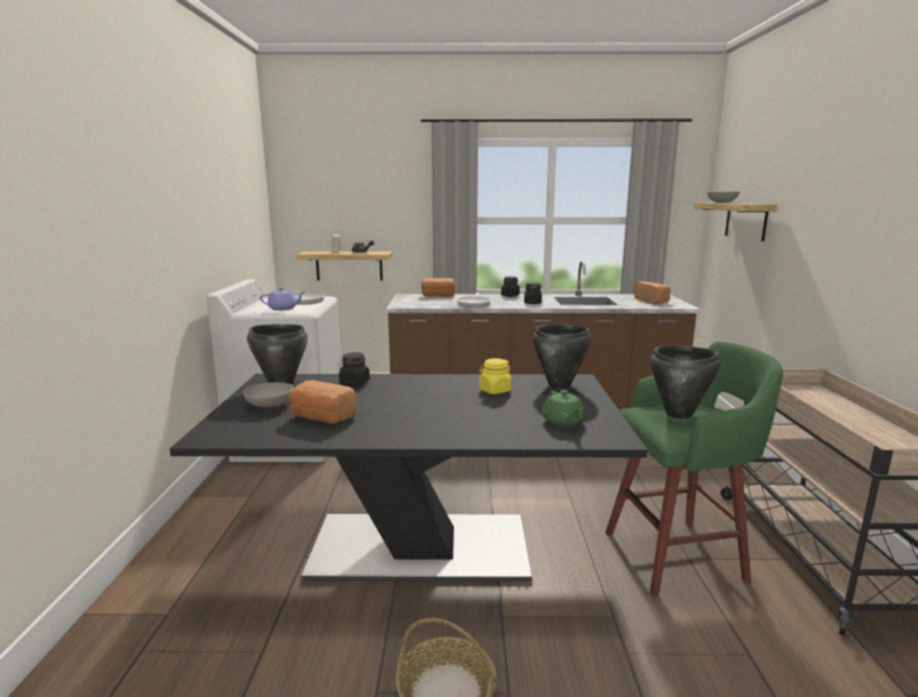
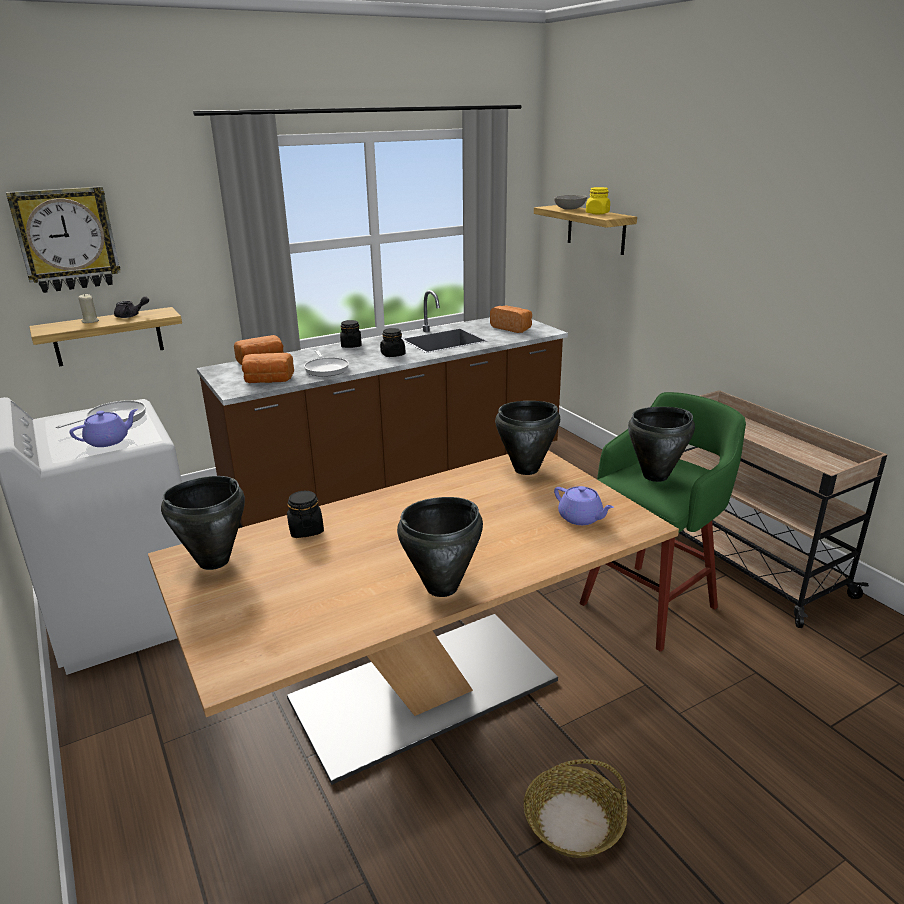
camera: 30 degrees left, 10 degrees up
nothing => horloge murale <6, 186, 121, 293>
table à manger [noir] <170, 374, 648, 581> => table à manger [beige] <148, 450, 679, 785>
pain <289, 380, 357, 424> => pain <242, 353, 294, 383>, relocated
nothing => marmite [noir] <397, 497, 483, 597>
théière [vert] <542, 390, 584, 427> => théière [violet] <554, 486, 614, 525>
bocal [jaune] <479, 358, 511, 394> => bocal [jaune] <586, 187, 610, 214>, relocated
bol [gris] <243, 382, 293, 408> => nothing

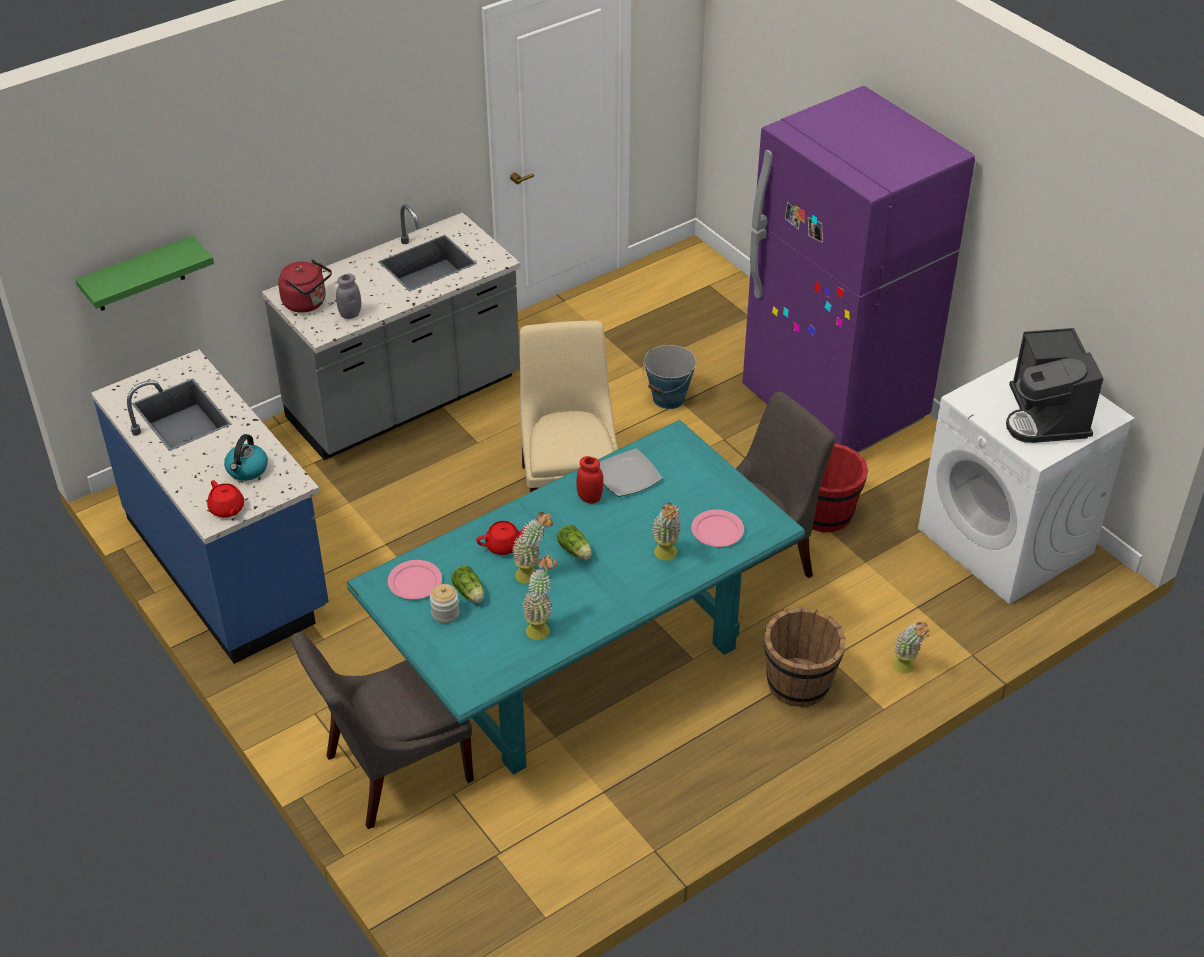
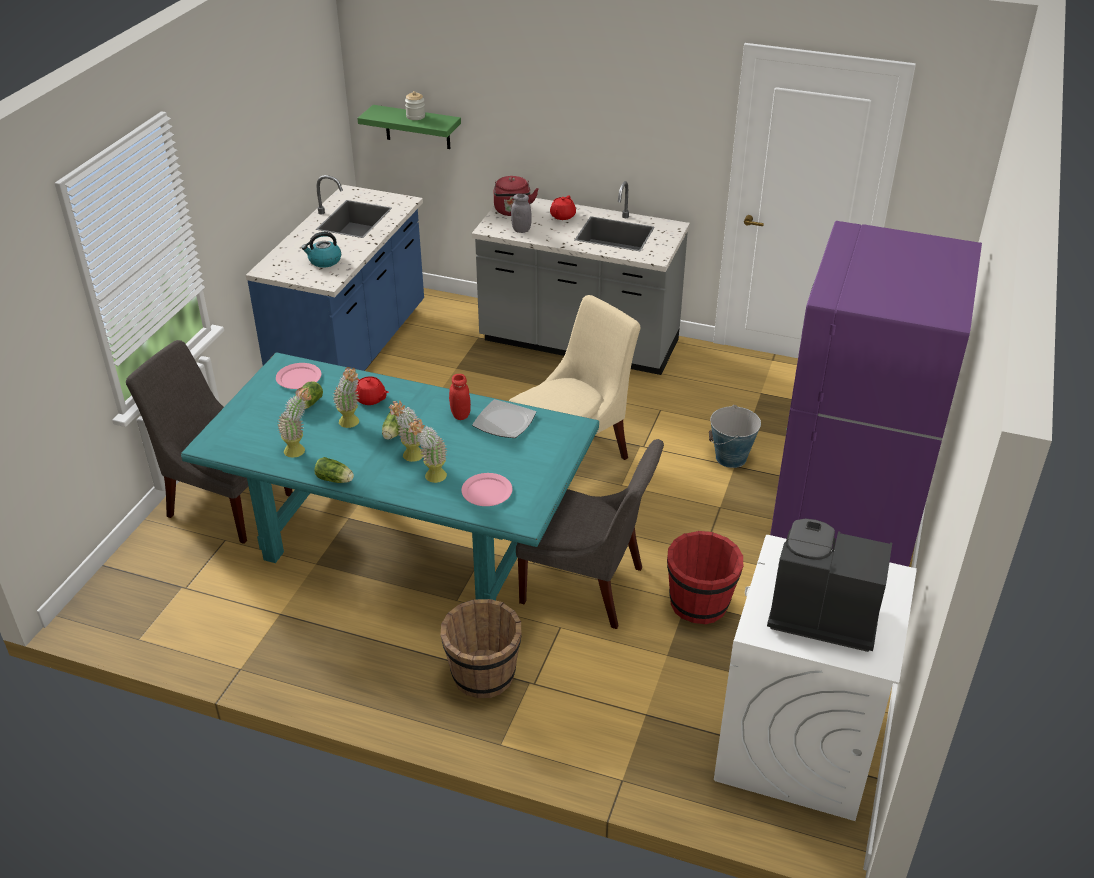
camera: 55 degrees right, 5 degrees down
nothing => laitue <314, 457, 354, 483>
plante en pot <893, 622, 930, 674> => plante en pot <388, 400, 424, 462>, relocated
bocal <430, 584, 460, 623> => bocal <405, 91, 425, 120>, relocated
théière [rouge] <207, 480, 244, 518> => théière [rouge] <550, 196, 576, 220>, relocated
machine à café <1006, 328, 1103, 443> => machine à café <767, 519, 892, 652>, 60 degrees clockwise

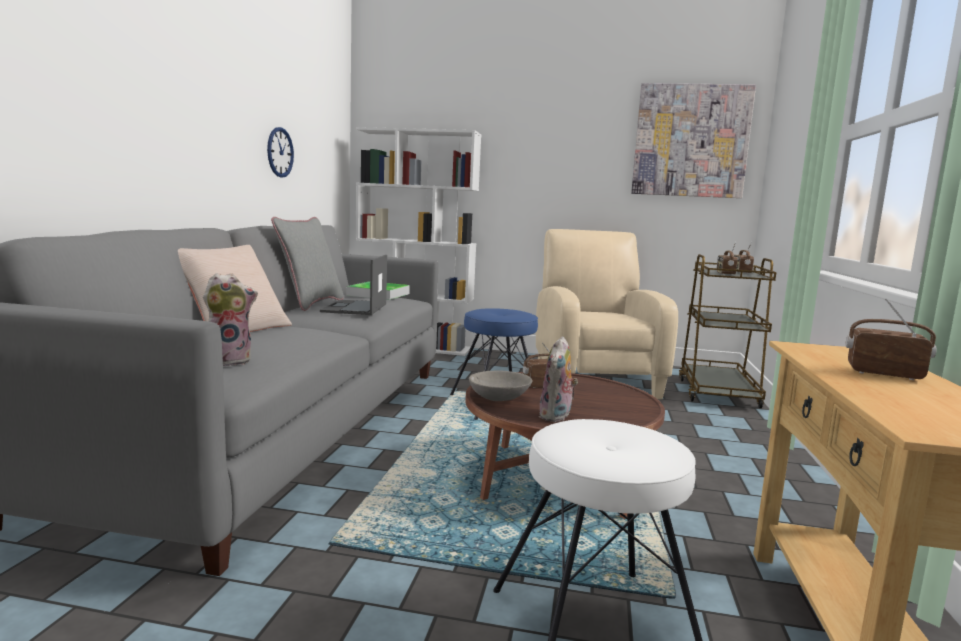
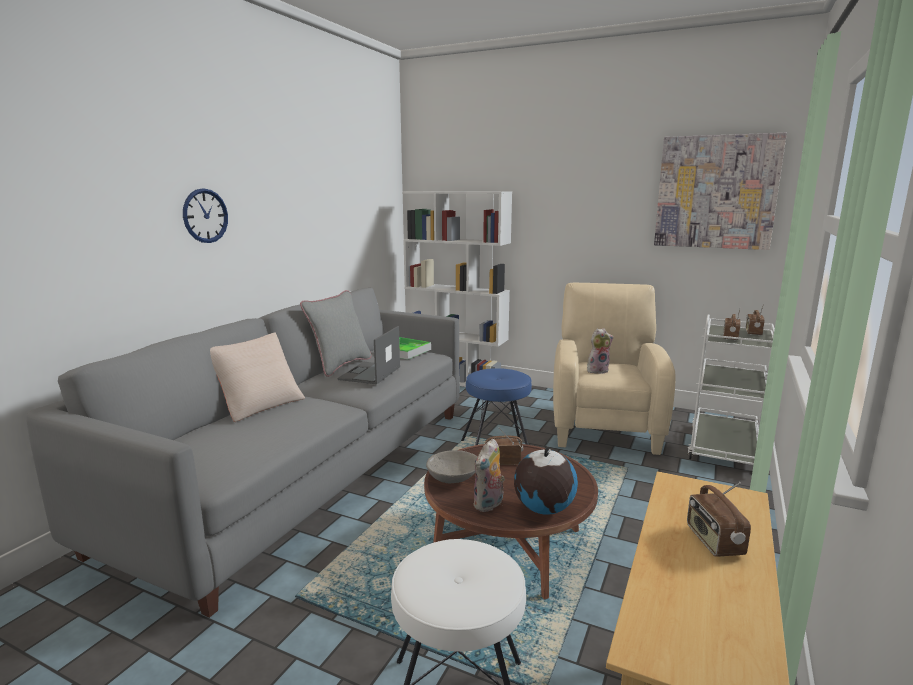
camera: 15 degrees right, 5 degrees up
horloge murale <267, 127, 294, 178> => horloge murale <183, 188, 228, 243>, relocated
nothing => globe <514, 446, 578, 515>
peluche <203, 273, 258, 366> => peluche <587, 328, 614, 374>, relocated
chariot [marron] <679, 254, 776, 408> => chariot [blanc] <687, 314, 776, 465>
radio <845, 298, 937, 380> => radio <687, 482, 751, 557>, 135 degrees counterclockwise

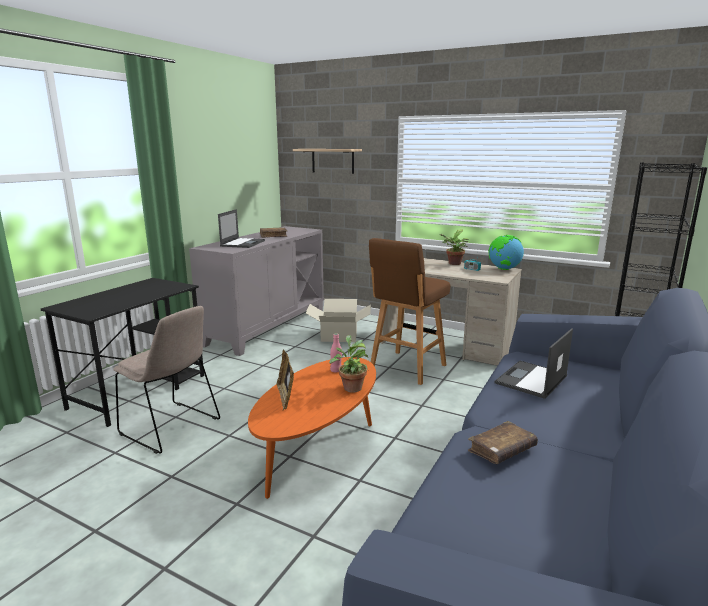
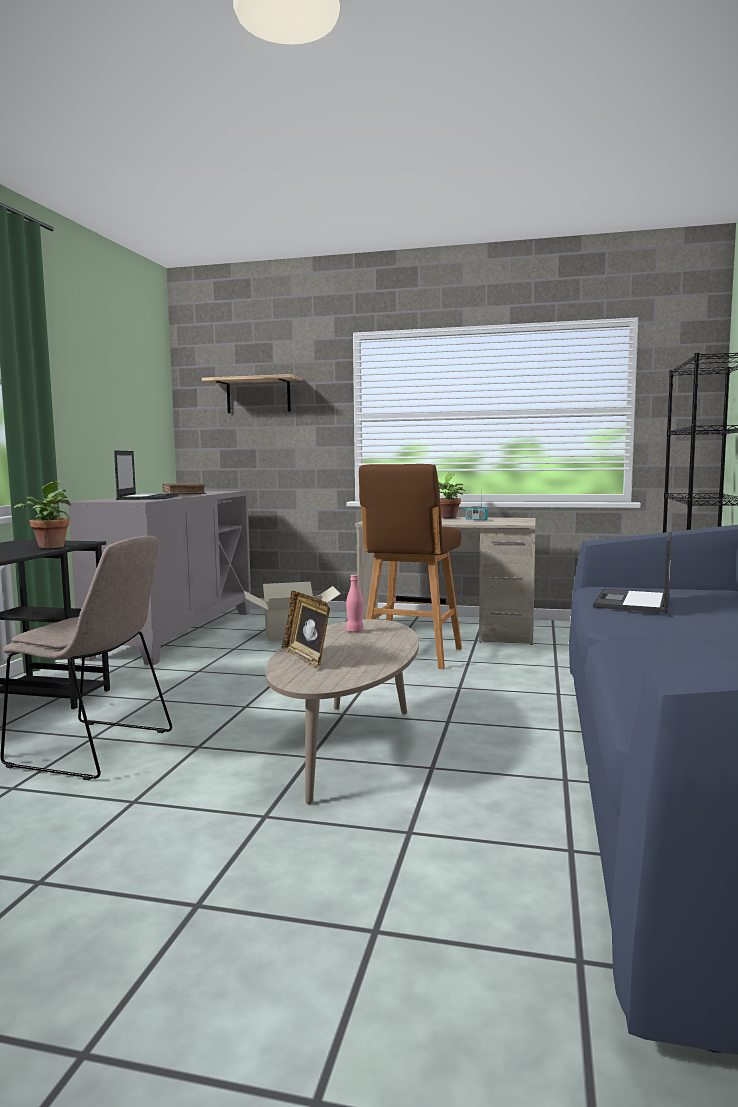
camera: 15 degrees left, 10 degrees down
plante en pot <329, 335, 368, 392> => plante en pot <14, 481, 71, 548>, relocated
table basse [orange] <248, 357, 376, 499> => table basse [beige] <265, 619, 419, 804>
livre [marron] <468, 421, 538, 464> => nothing
globe <489, 235, 524, 270> => nothing

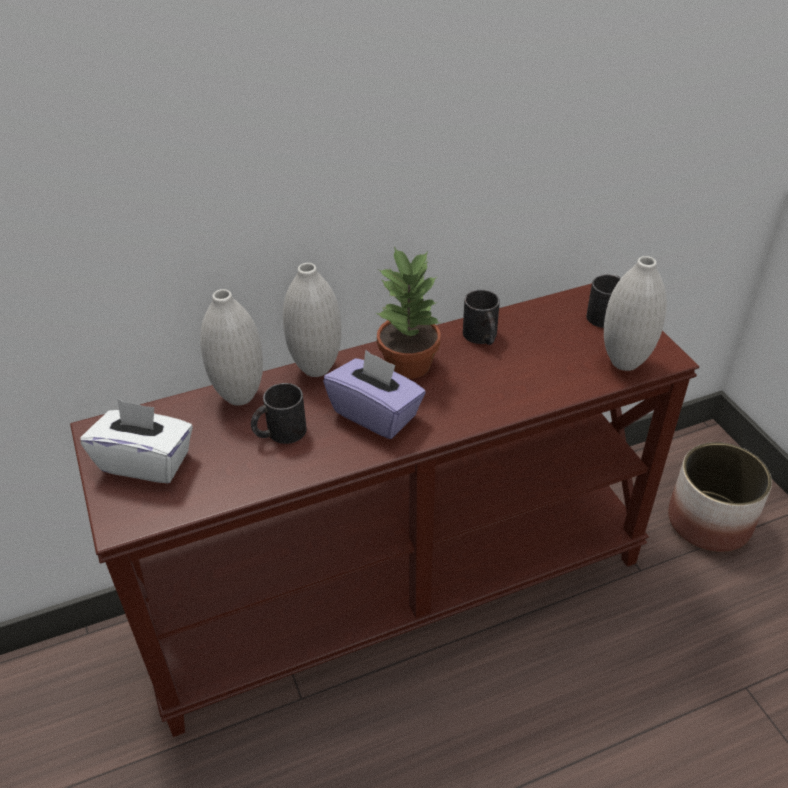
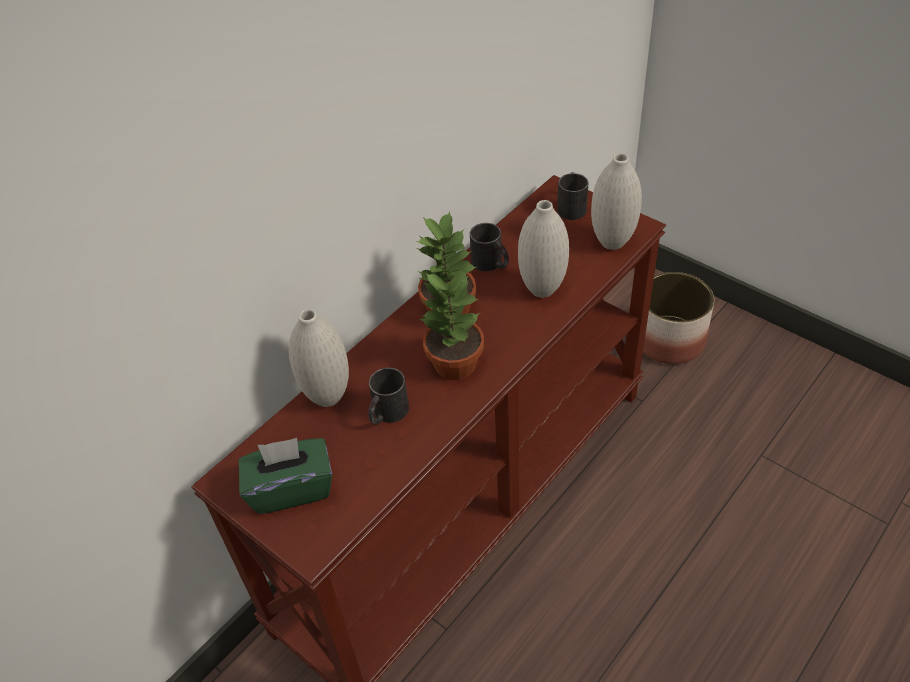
camera: 25 degrees left, 5 degrees up
boîte à mouchoirs [blanc] <80, 399, 193, 483> => boîte à mouchoirs [vert] <239, 438, 332, 514>
boîte à mouchoirs [violet] <323, 350, 426, 439> => plante en pot <420, 270, 484, 380>
vase [blanc] <283, 263, 341, 377> => vase [blanc] <518, 200, 569, 298>, relocated

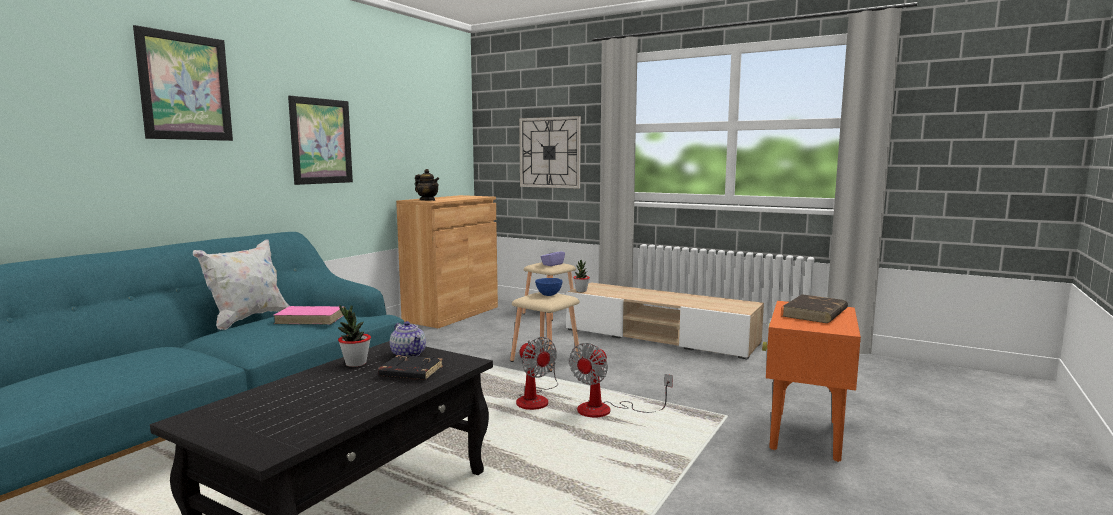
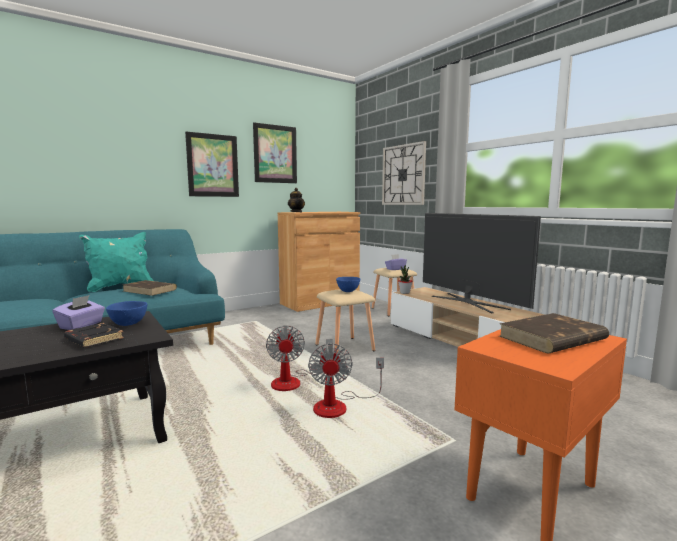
camera: 25 degrees right, 0 degrees up
plante en pot <338, 305, 371, 367> => boîte à mouchoirs [violet] <52, 295, 105, 330>
coussin [blanc] <193, 239, 289, 330> => coussin [turquoise] <79, 232, 154, 292>
théière <390, 321, 426, 357> => bol [bleu] <106, 301, 147, 326>
livre [rose] <274, 306, 346, 324> => livre [marron] <123, 280, 177, 296>
tableau <133, 25, 233, 141> => tableau <253, 122, 297, 183>, relocated
ventilateur <569, 343, 673, 417> => ventilateur <308, 343, 384, 418>, 60 degrees counterclockwise
nothing => téléviseur <423, 213, 541, 313>

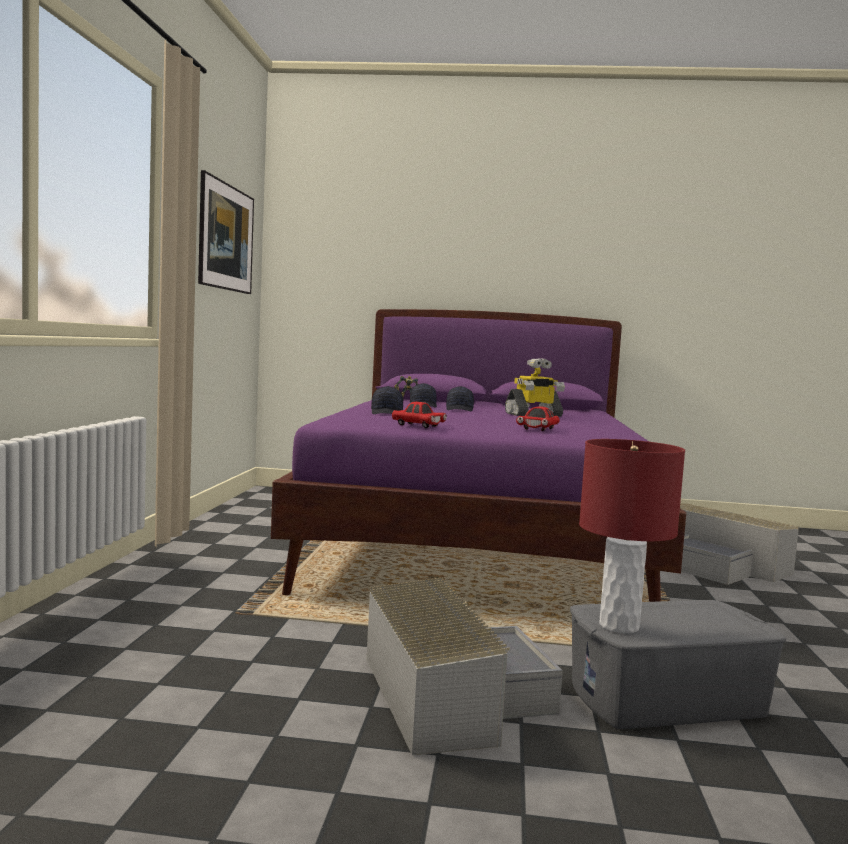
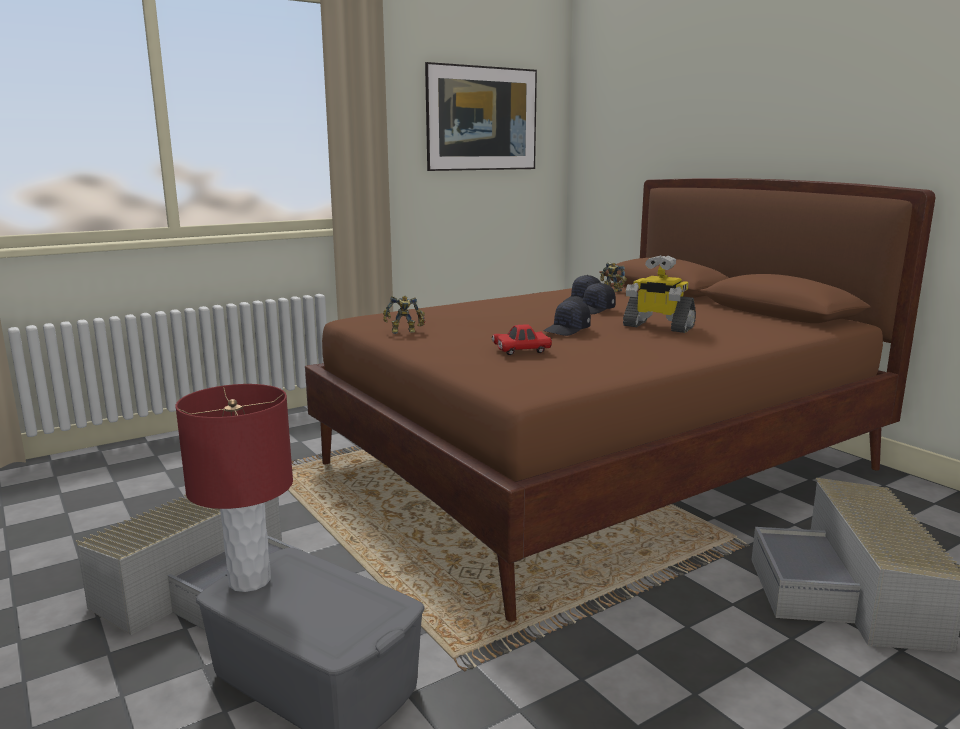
camera: 50 degrees right, 10 degrees up
lit [violet] <271, 309, 686, 602> => lit [marron] <305, 178, 935, 622>
petite voiture [rouge] <392, 402, 447, 428> => robot jouet <383, 296, 425, 334>
casquette [noir] <371, 386, 403, 414> => casquette [noir] <543, 299, 591, 336>, relocated

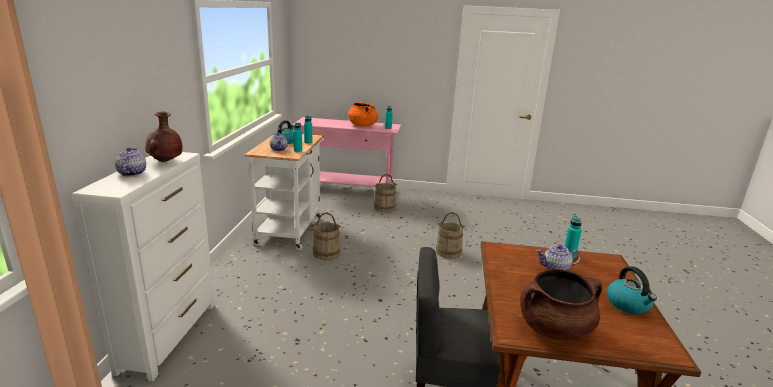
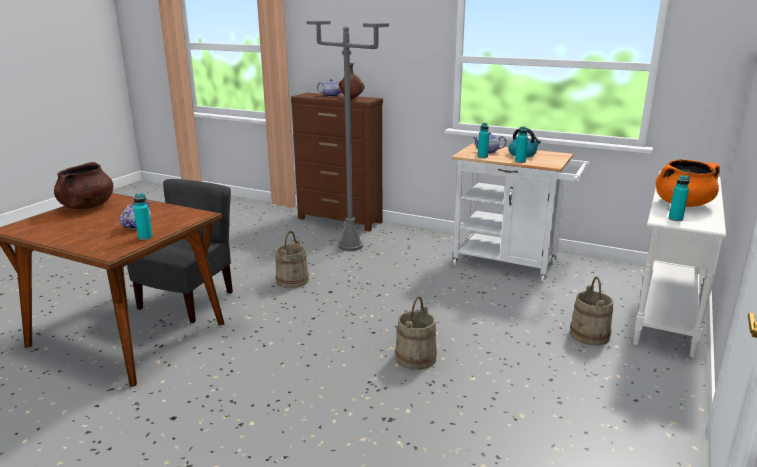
camera: 110 degrees right, 0 degrees up
seau [beige] <312, 212, 341, 260> => seau [beige] <275, 231, 309, 288>, relocated
commode [blanc] <72, 152, 215, 381> => commode [marron] <291, 93, 383, 231>
nothing => lampadaire [gris] <307, 21, 389, 251>
table console [rose] <292, 117, 401, 187> => table console [blanc] <633, 171, 726, 358>
bouilloire <607, 266, 657, 314> => nothing

